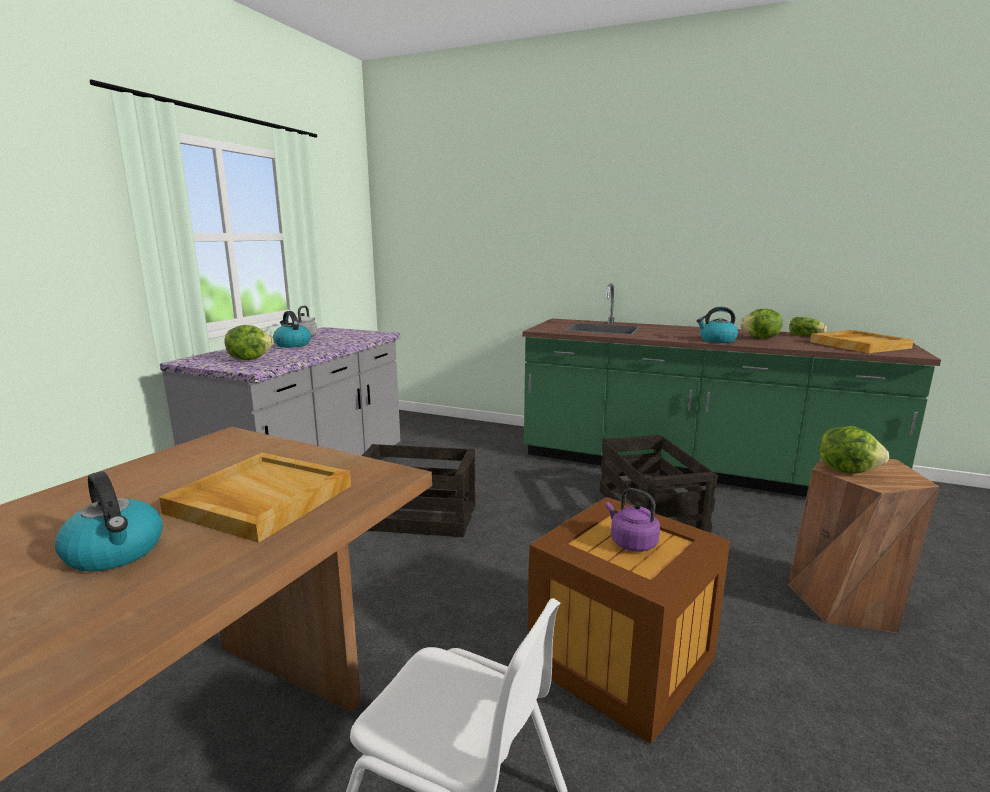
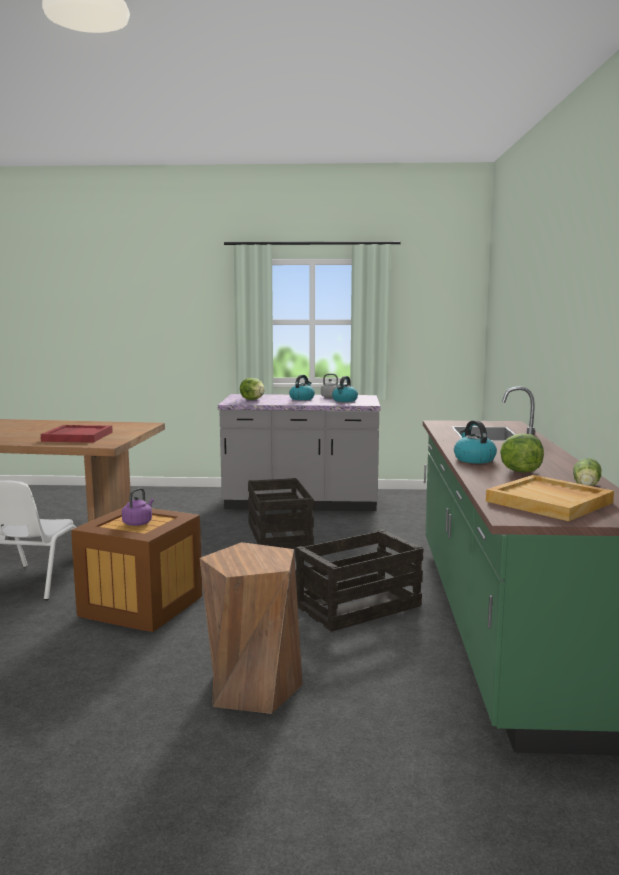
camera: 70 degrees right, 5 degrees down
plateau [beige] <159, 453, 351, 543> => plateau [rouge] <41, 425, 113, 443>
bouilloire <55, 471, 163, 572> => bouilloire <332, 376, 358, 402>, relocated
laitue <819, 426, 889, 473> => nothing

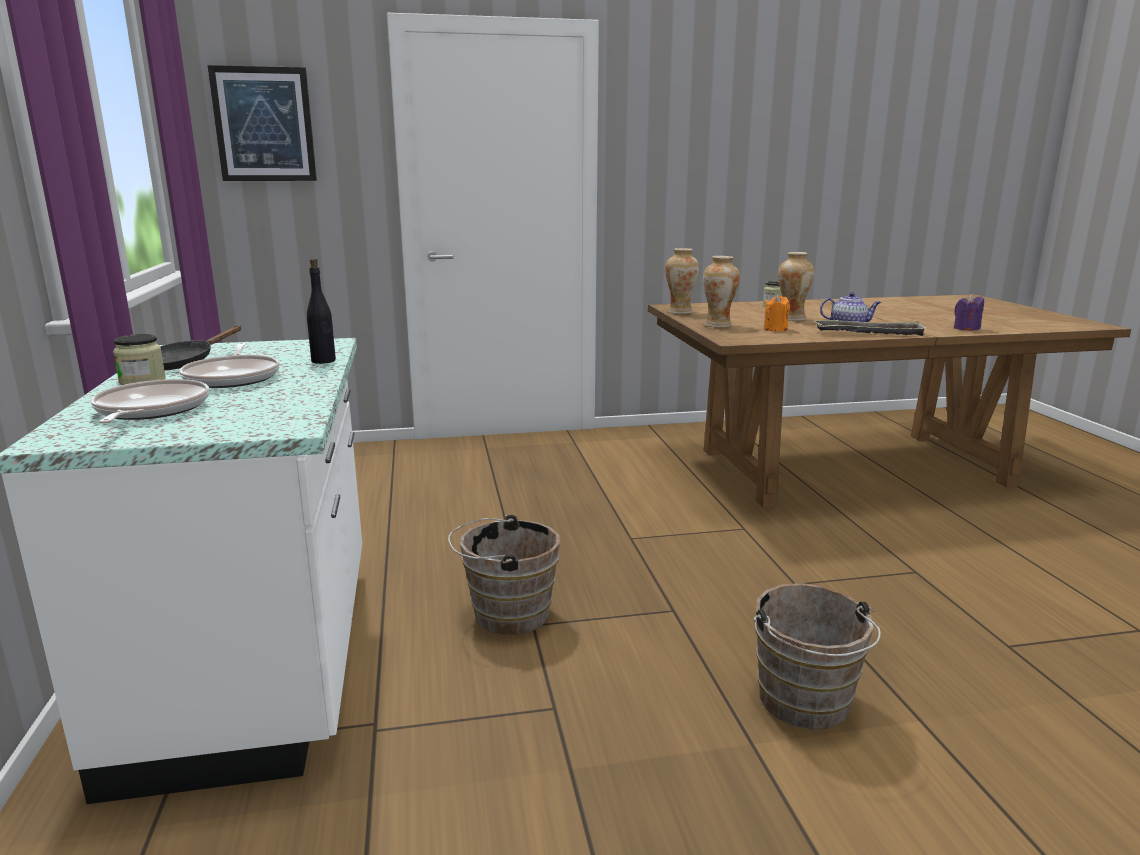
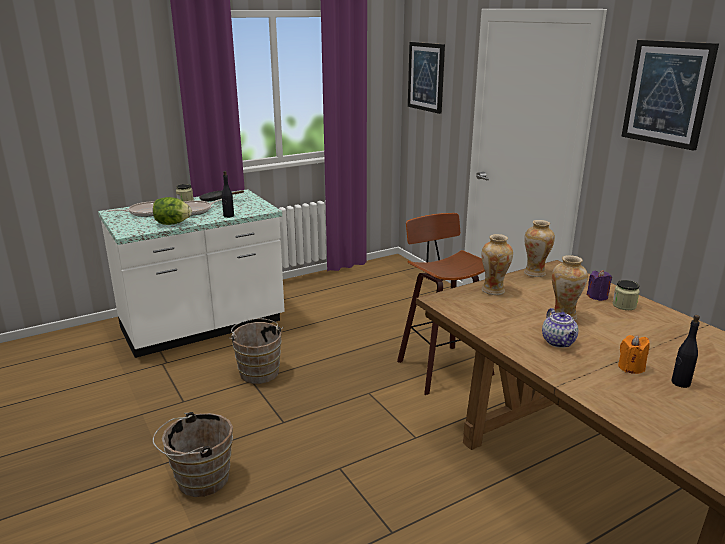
camera: 70 degrees right, 5 degrees up
nothing => laitue <153, 197, 192, 225>
nothing => tabouret <397, 213, 494, 395>
bougie [violet] <954, 294, 984, 330> => bougie [violet] <587, 270, 612, 301>, relocated
bougie [orange] <764, 295, 790, 331> => bougie [orange] <618, 335, 650, 374>, relocated
nothing => tableau <621, 40, 719, 151>
nothing => bouteille [noir] <672, 315, 700, 388>
plateau <814, 320, 928, 336> => nothing

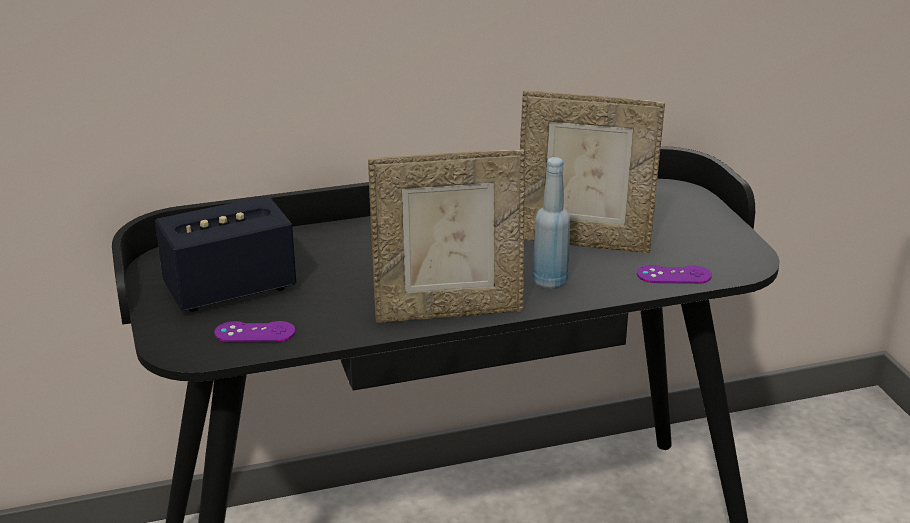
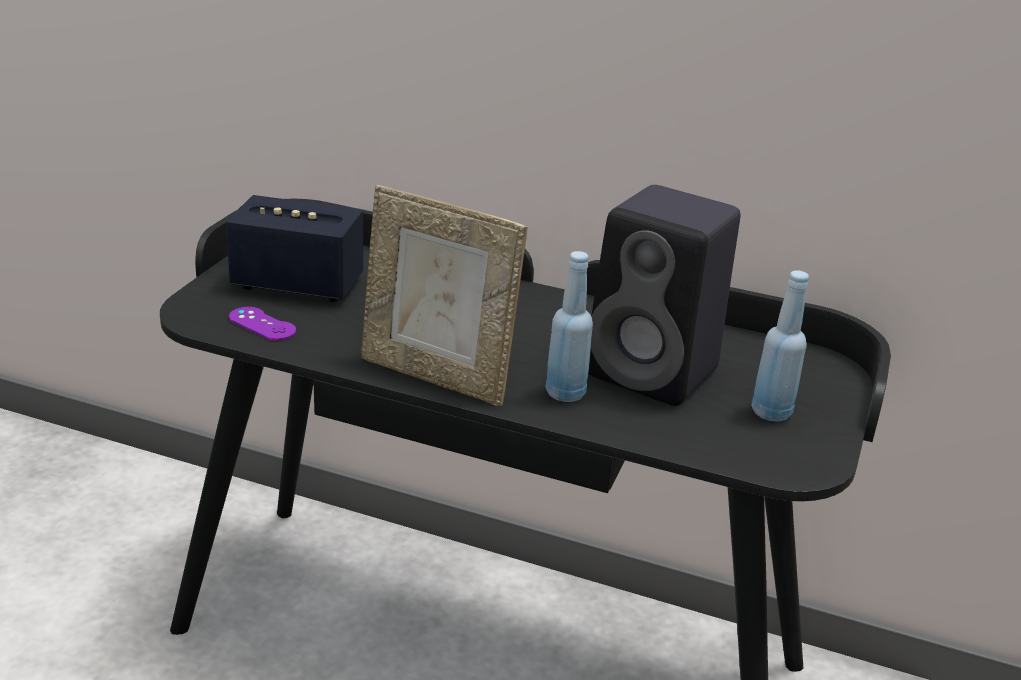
camera: 35 degrees right, 0 degrees up
cadre photo <520, 90, 665, 253> => enceinte [noir] <588, 185, 740, 406>
nothing => bouteille [bleu] <751, 270, 809, 422>
manette [violet] <637, 265, 712, 284> => nothing

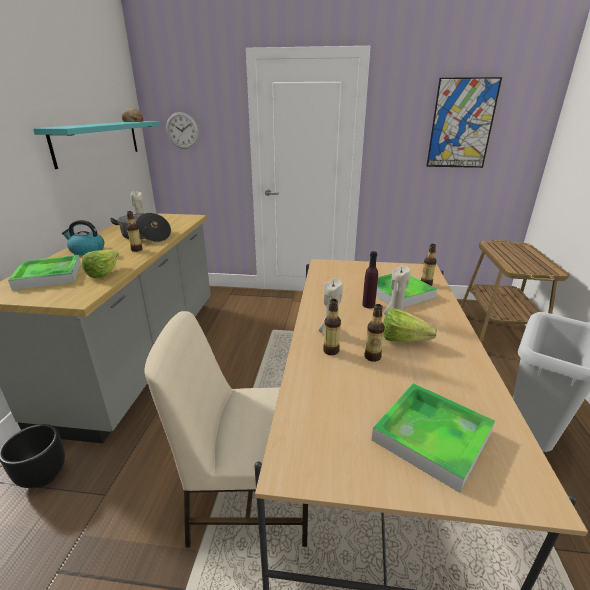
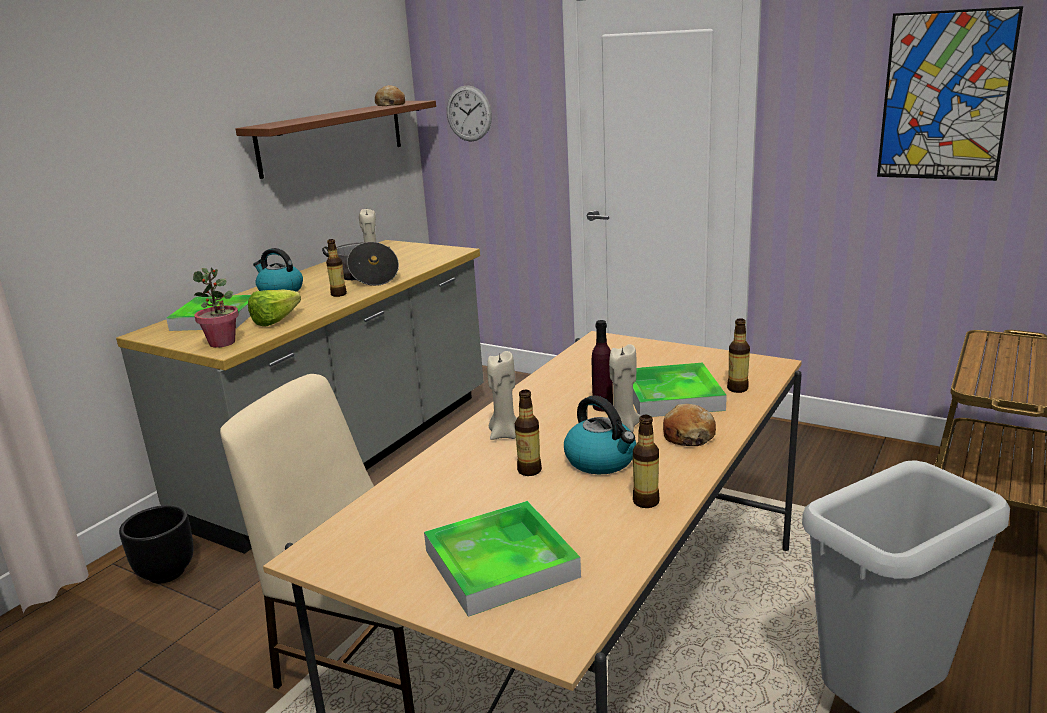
camera: 25 degrees right, 5 degrees down
nothing => plante en pot <193, 267, 239, 348>
étagère [turquoise] <33, 121, 161, 169> => étagère [marron] <236, 101, 436, 179>
laitue <383, 308, 437, 342> => bouilloire <564, 395, 636, 474>
bouteille <323, 299, 341, 355> => bouteille <633, 415, 659, 508>, relocated
nothing => pain <663, 404, 716, 446>

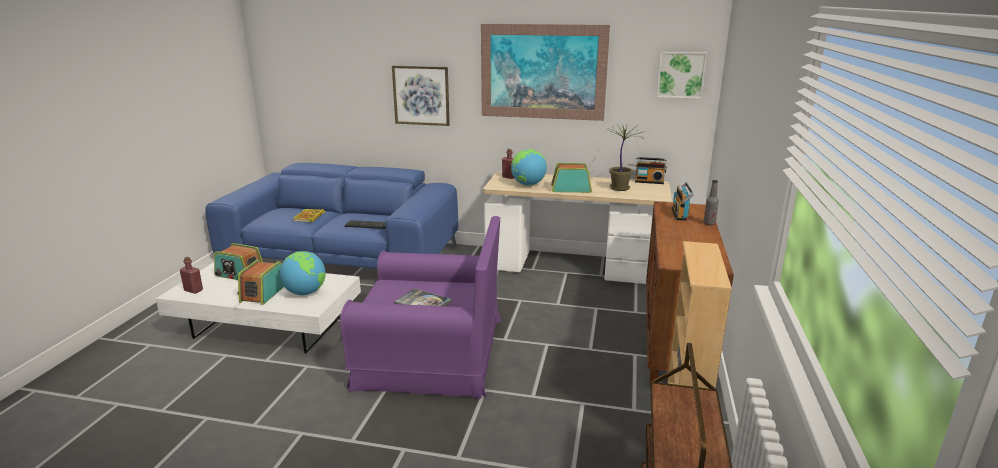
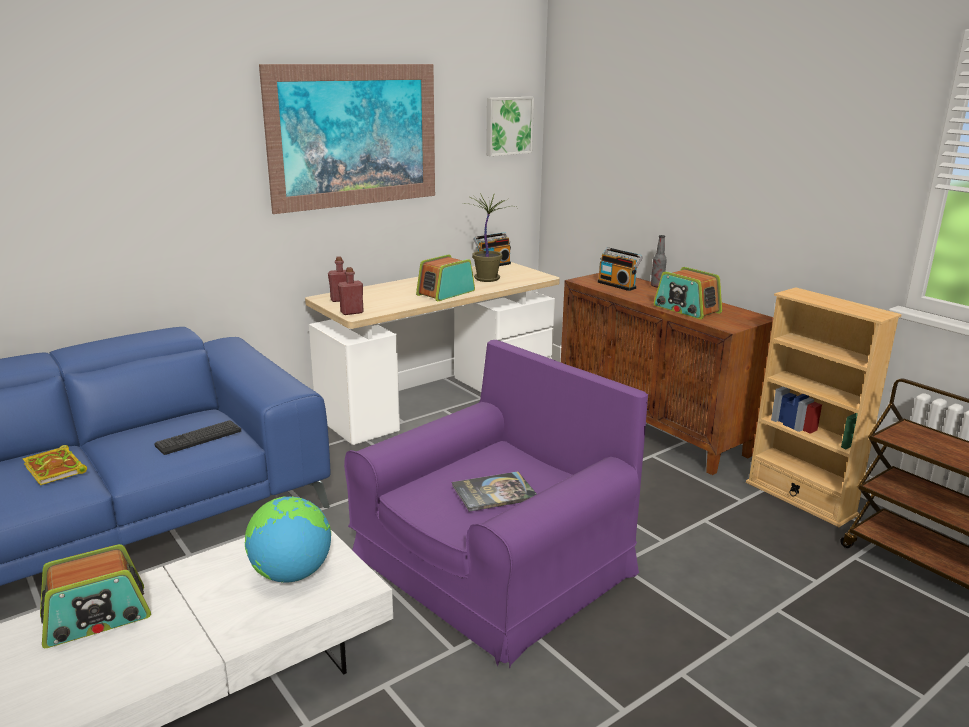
camera: 50 degrees left, 0 degrees up
bouteille [rouge] <180, 257, 203, 294> => bouteille [rouge] <338, 267, 364, 315>, relocated
radio <237, 260, 284, 305> => radio <654, 267, 722, 319>, relocated
tableau <392, 66, 450, 126> => nothing
globe <511, 149, 547, 186> => nothing

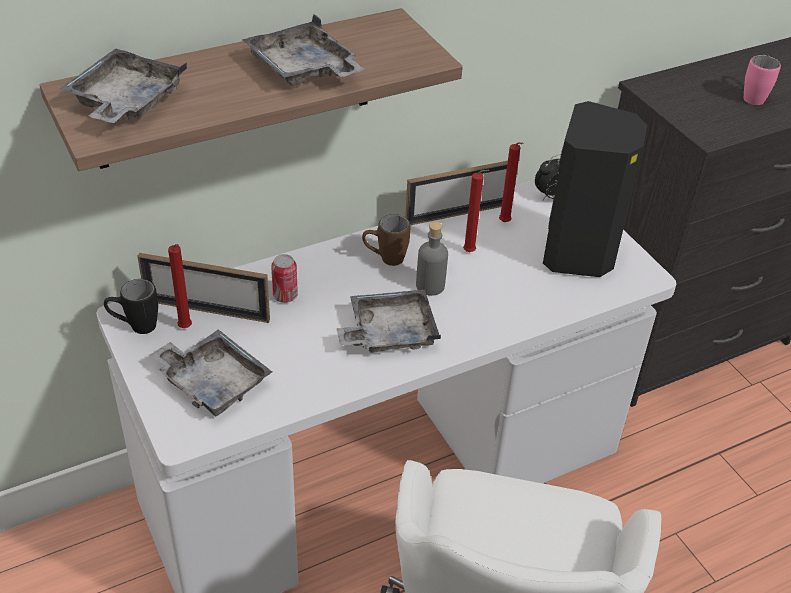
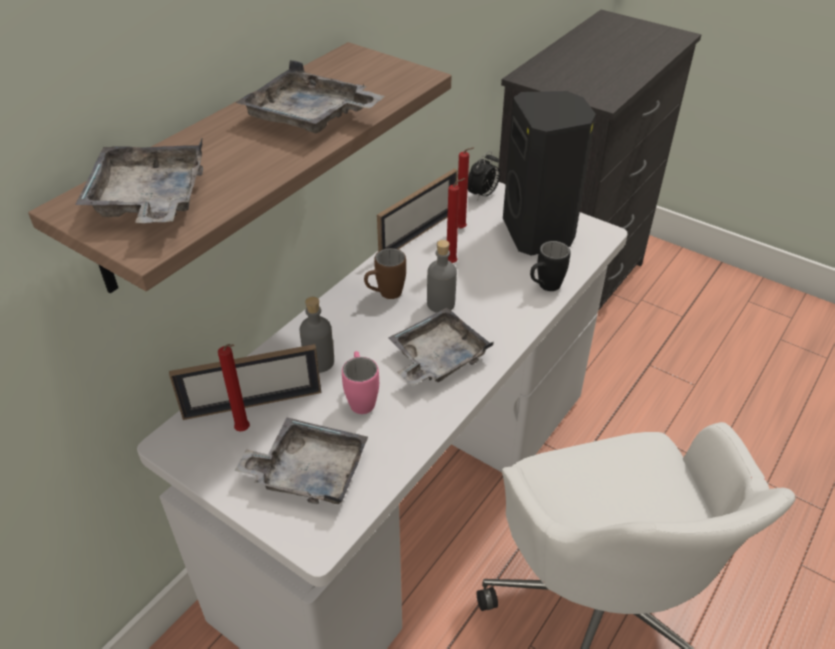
camera: 25 degrees left, 0 degrees up
boîte métallique <271, 254, 298, 303> => bouteille [gris] <299, 297, 334, 373>
mug [rose] <744, 55, 781, 105> => mug [rose] <342, 351, 379, 414>, relocated
mug [noir] <104, 279, 158, 334> => mug [noir] <530, 241, 571, 291>, relocated

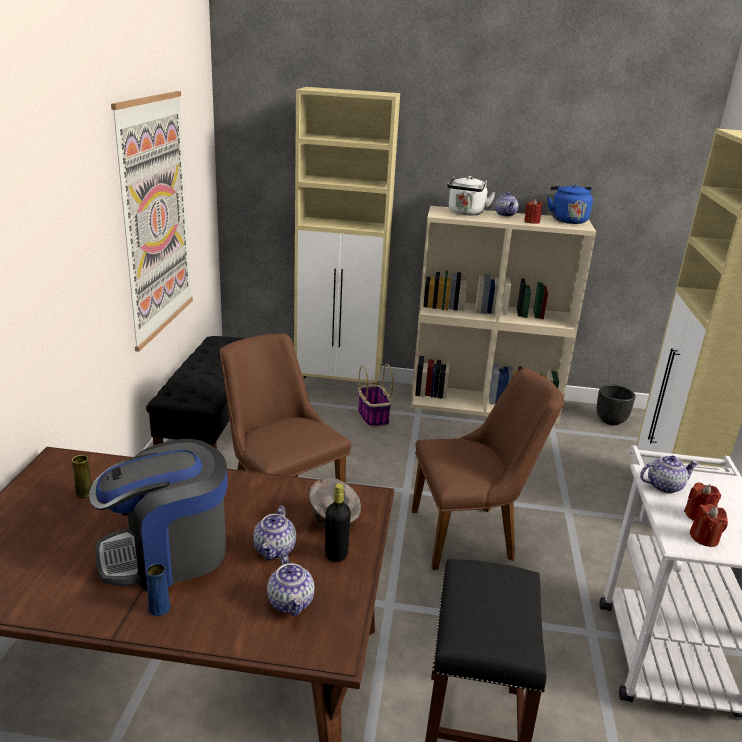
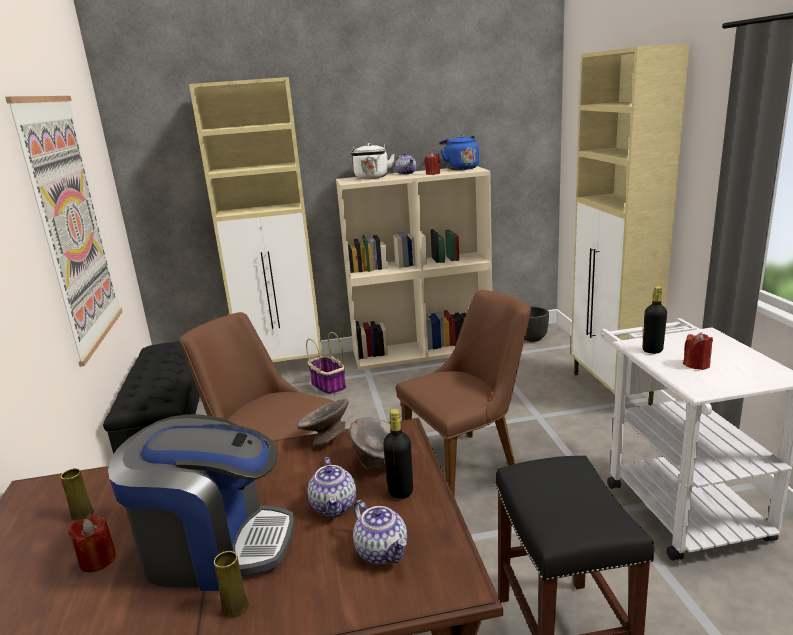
camera: 15 degrees left, 5 degrees down
bougie [rouge] <689, 504, 728, 547> => bougie [rouge] <68, 515, 116, 572>, relocated
machine à café <89, 439, 228, 592> => machine à café <108, 414, 294, 591>, 135 degrees counterclockwise
vase [bleu] <146, 563, 171, 616> => vase [jaune] <214, 551, 249, 618>
nothing => bol [gris] <297, 399, 349, 446>
théière <640, 455, 699, 494> => bouteille [noir] <643, 286, 667, 354>

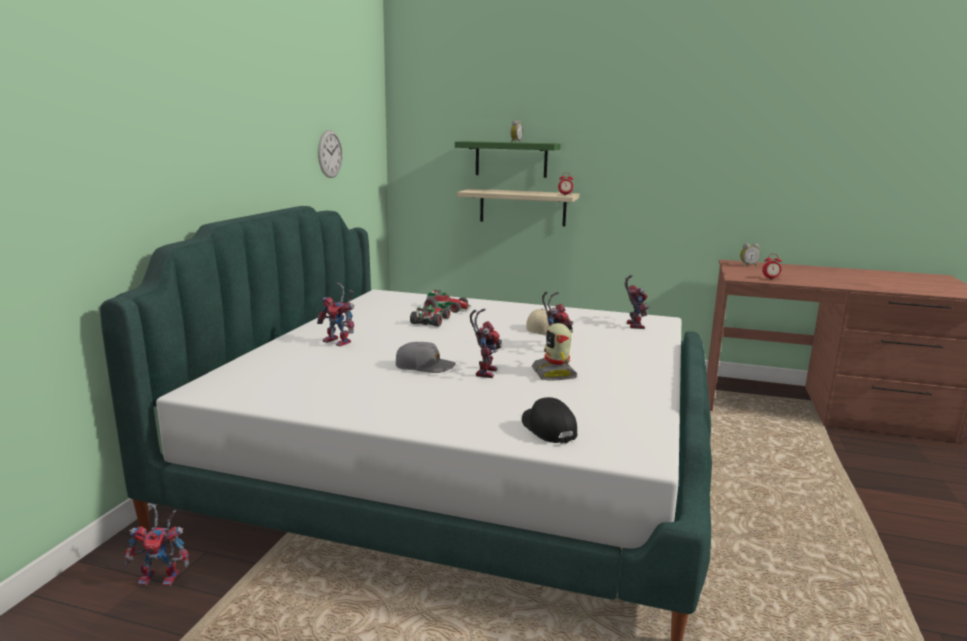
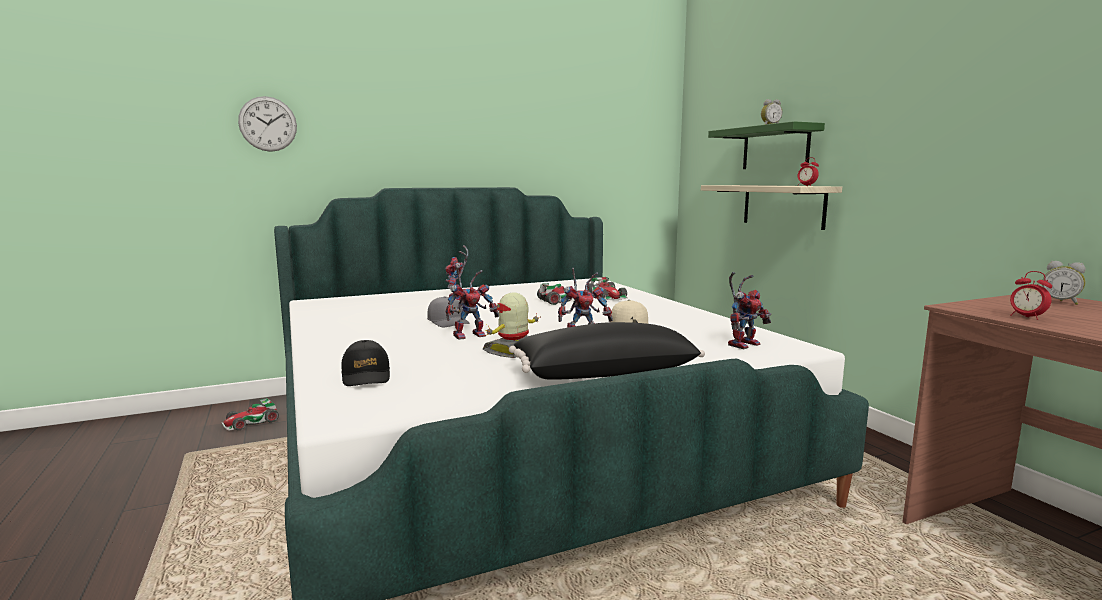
camera: 50 degrees right, 5 degrees down
robot jouet <124, 503, 189, 586> => petite voiture <222, 398, 279, 431>
horloge murale <318, 130, 343, 178> => horloge murale <238, 96, 297, 152>, relocated
casquette [noir] <522, 397, 577, 444> => casquette [noir] <341, 340, 390, 386>, 135 degrees clockwise
nothing => coussin [noir] <509, 322, 705, 380>

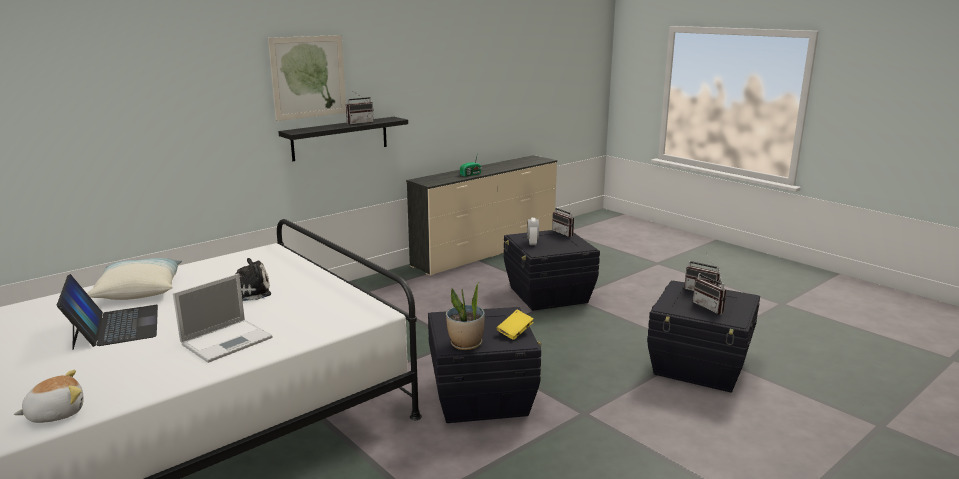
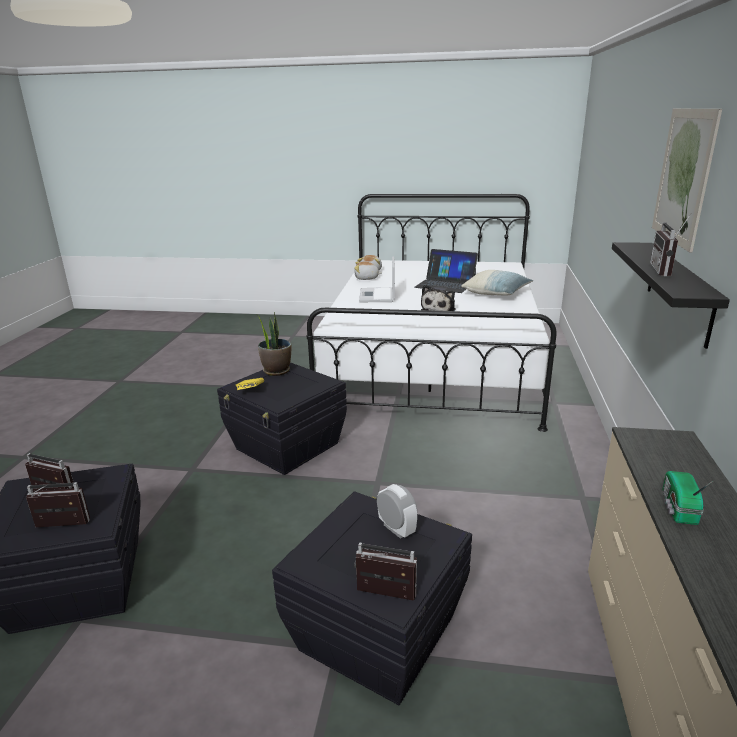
camera: 140 degrees right, 5 degrees up
nothing => peluche <354, 262, 382, 280>

